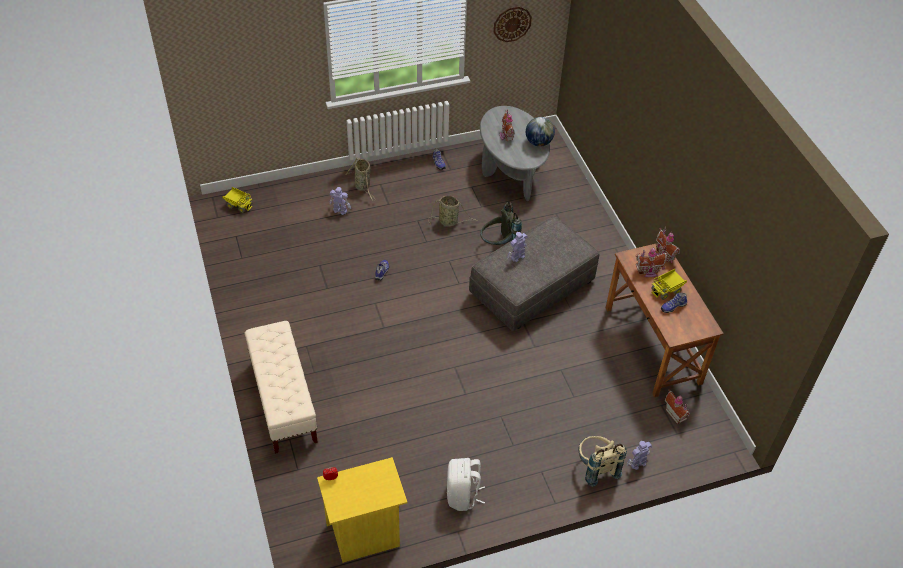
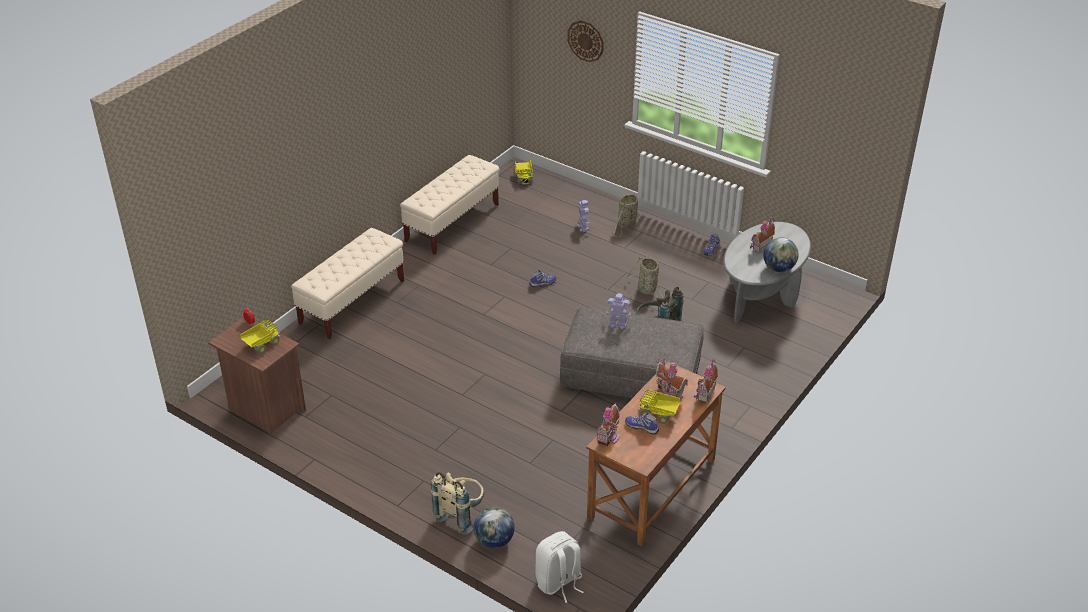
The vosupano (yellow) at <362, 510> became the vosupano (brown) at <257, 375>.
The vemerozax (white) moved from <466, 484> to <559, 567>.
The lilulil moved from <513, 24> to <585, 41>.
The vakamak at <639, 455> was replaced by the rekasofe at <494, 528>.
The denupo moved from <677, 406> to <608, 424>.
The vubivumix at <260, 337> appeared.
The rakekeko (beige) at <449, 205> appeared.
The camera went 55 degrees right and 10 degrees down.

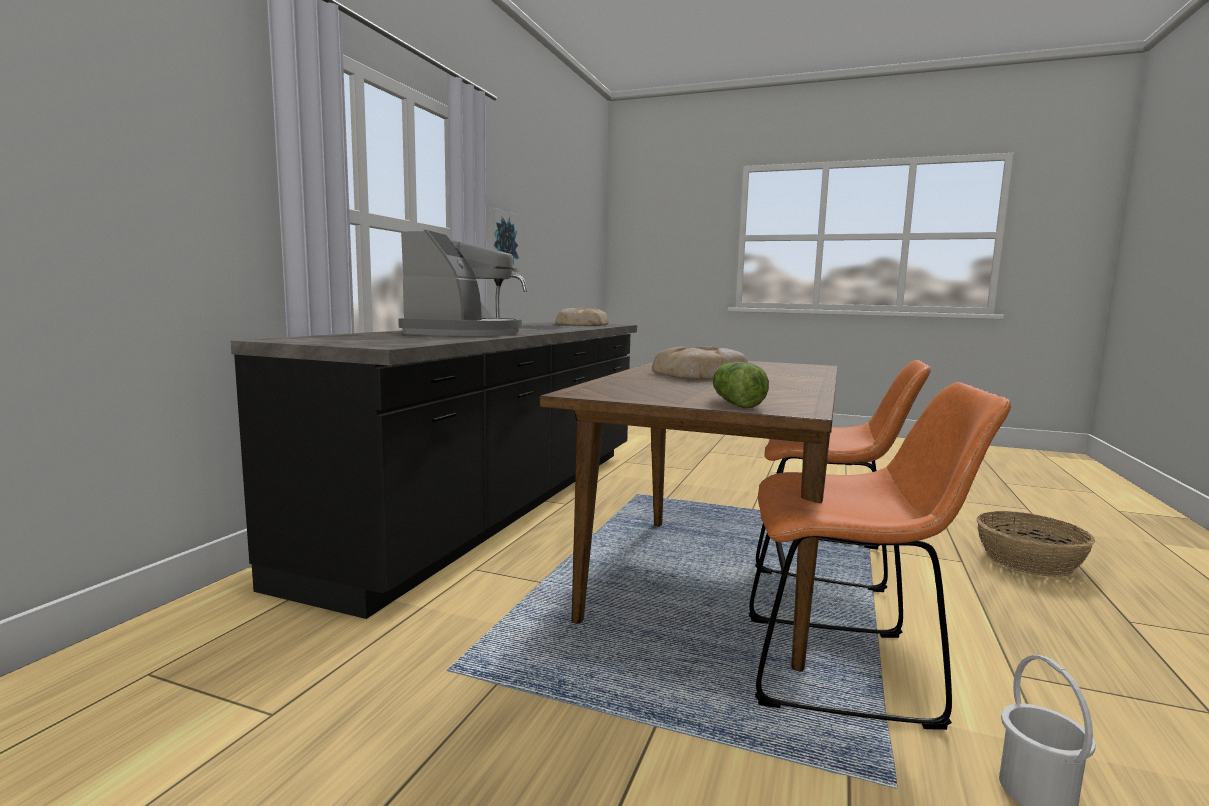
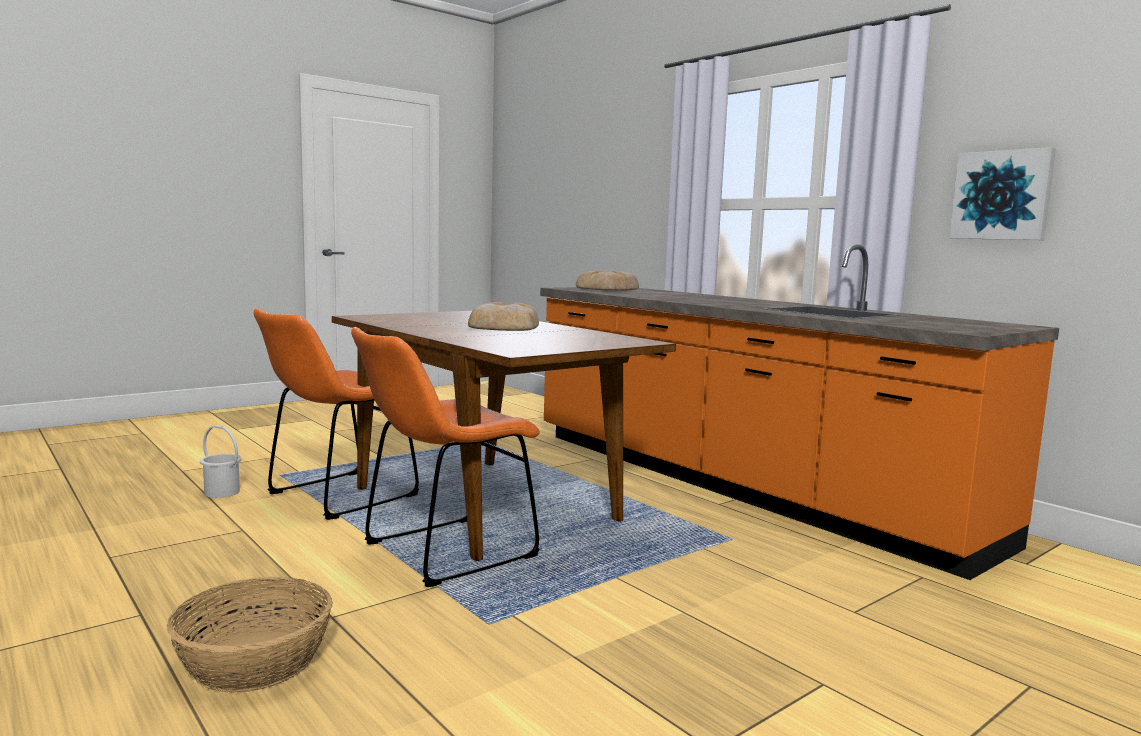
The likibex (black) at <434, 446> became the likibex (orange) at <799, 412>.
The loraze at <460, 283> disappeared.
The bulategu moved from <582, 317> to <607, 281>.
The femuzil at <741, 385> disappeared.
The camera went 120 degrees right and 0 degrees up.

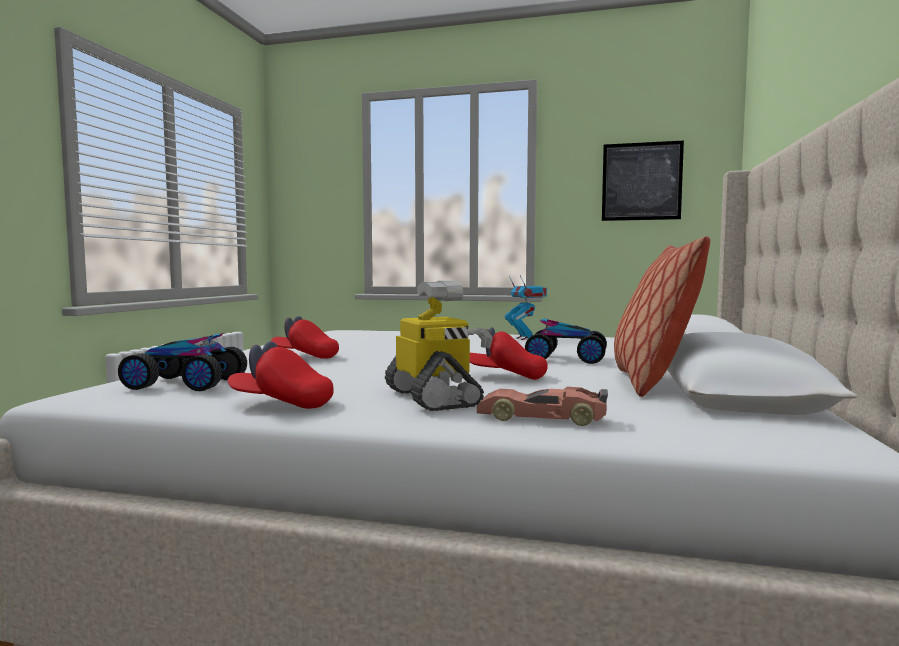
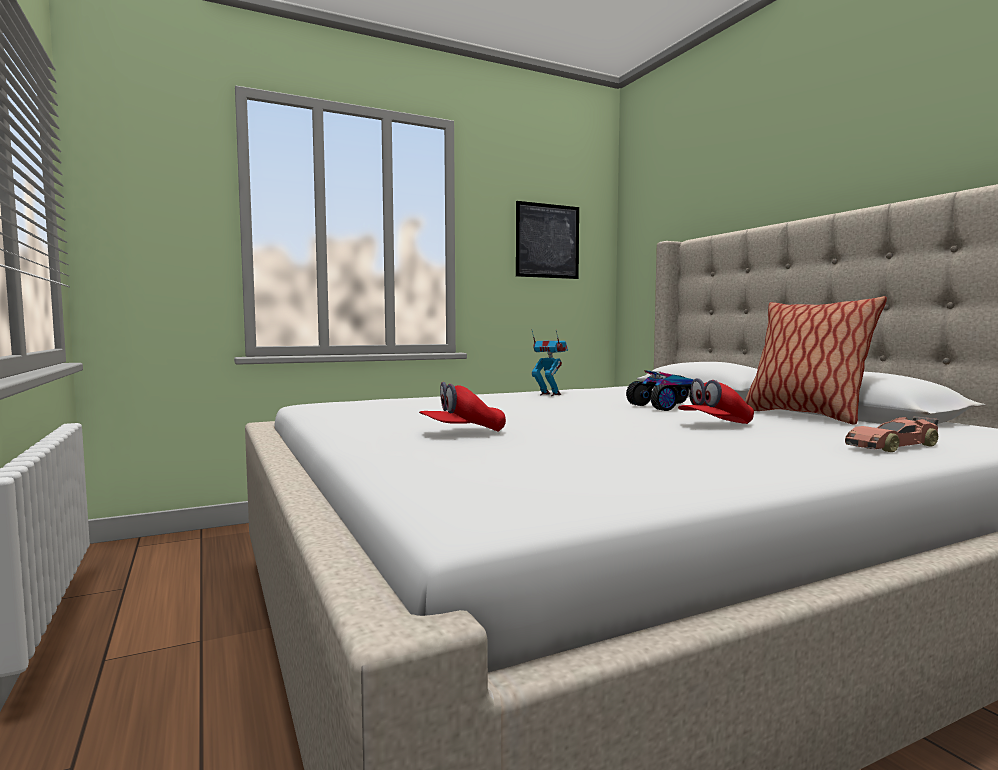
The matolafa at <182, 362> disappeared.
The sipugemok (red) at <281, 375> disappeared.
The vakamak at <439, 346> disappeared.
The camera went 40 degrees left and 0 degrees up.

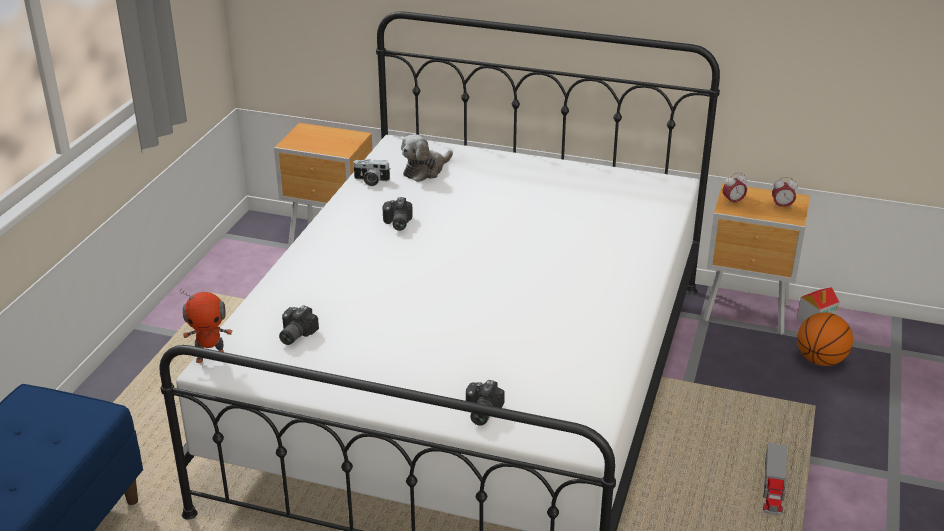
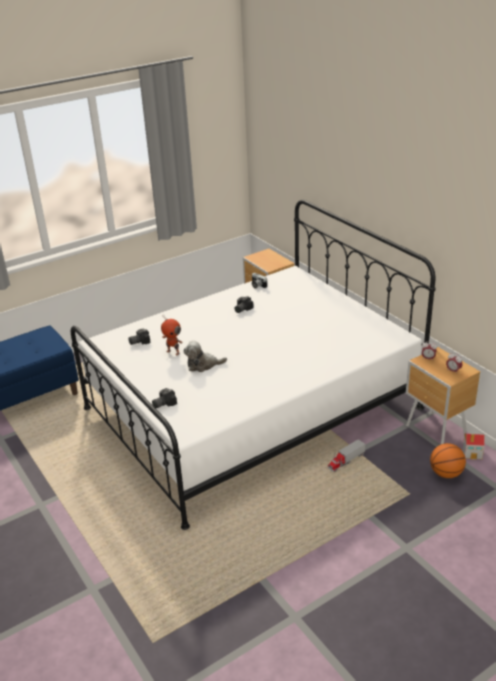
The vakamak moved from <206, 326> to <171, 335>.
The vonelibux moved from <427, 158> to <205, 356>.
The vubivumix moved from <775, 479> to <346, 455>.
The camera went 40 degrees right and 0 degrees up.

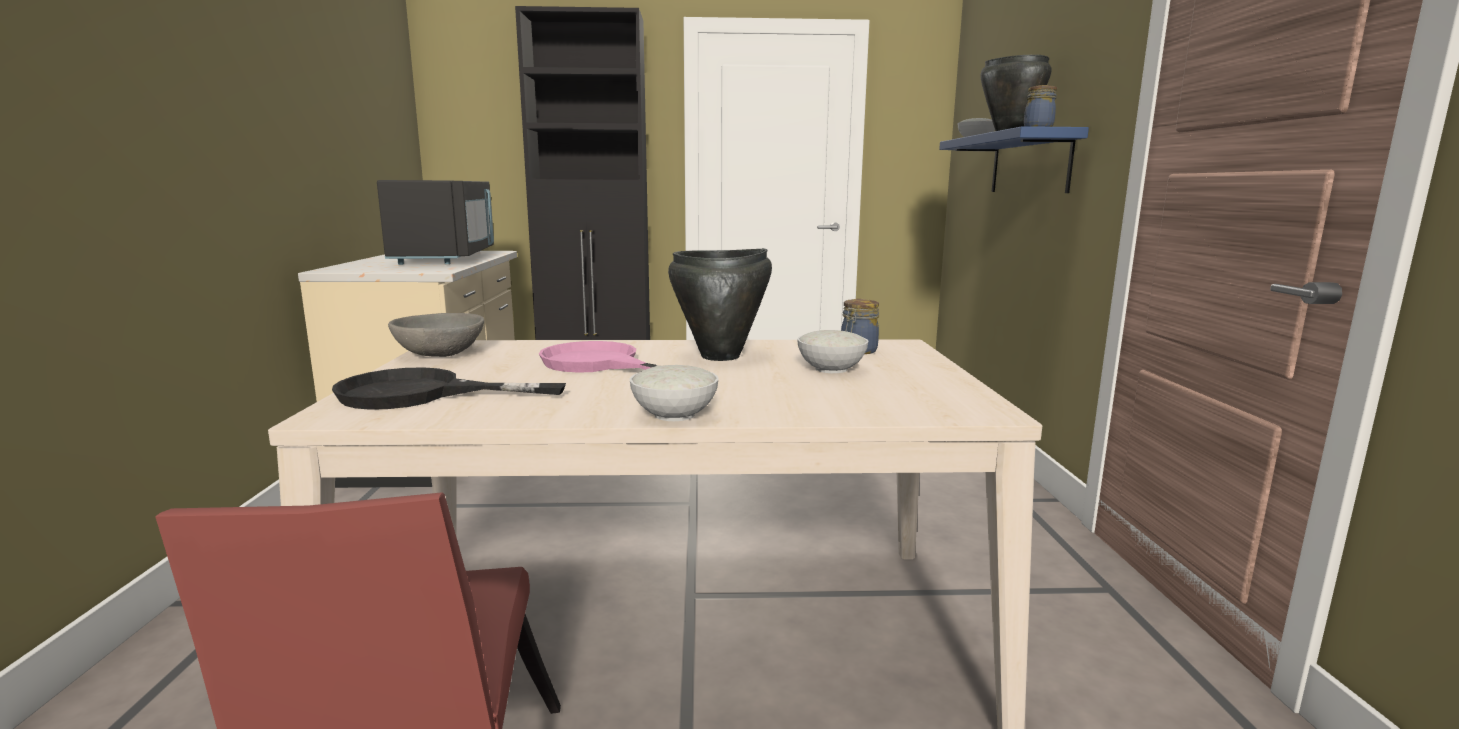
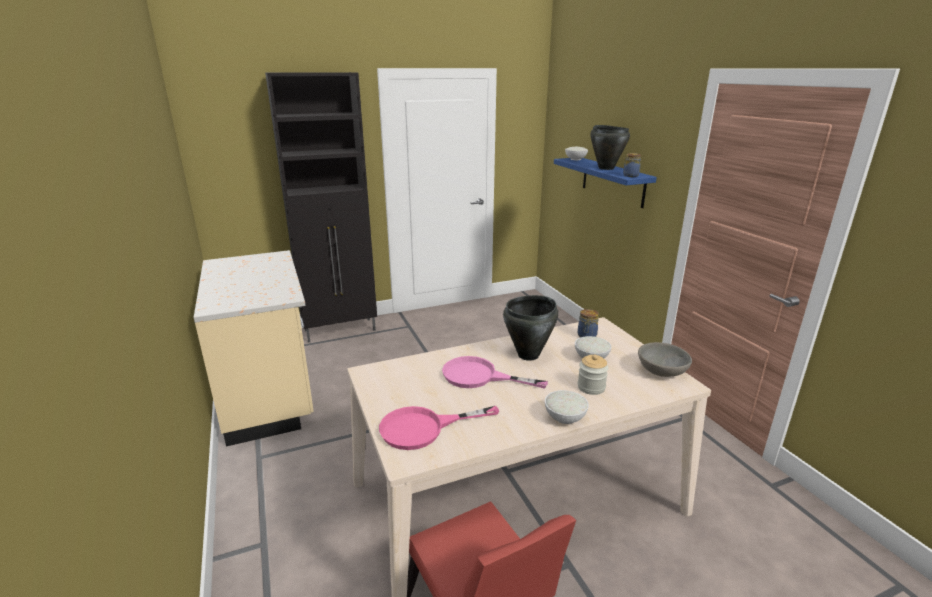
The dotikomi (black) at <449, 388> became the dotikomi (pink) at <439, 428>.
The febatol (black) at <435, 222> disappeared.
The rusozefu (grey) moved from <436, 335> to <665, 359>.
The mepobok at <593, 374> appeared.
The camera went 20 degrees left and 10 degrees up.

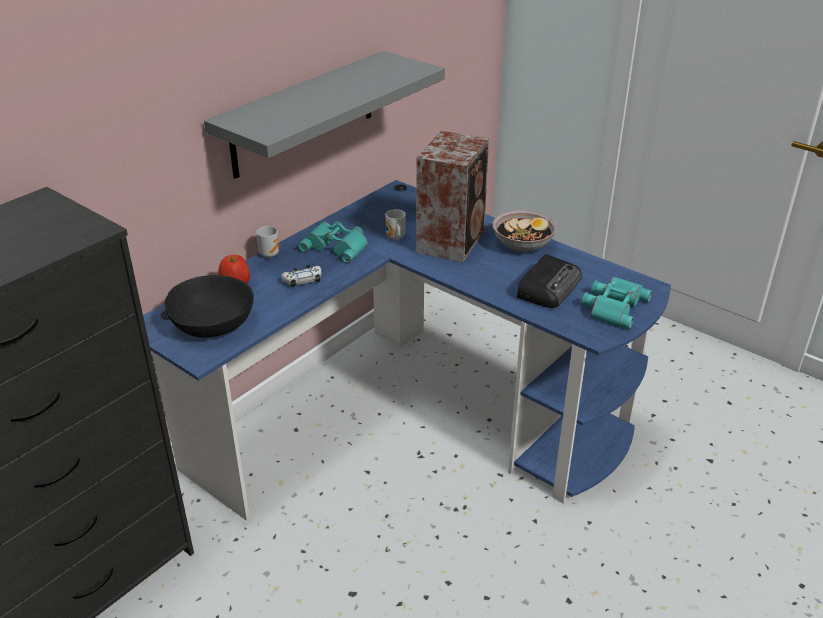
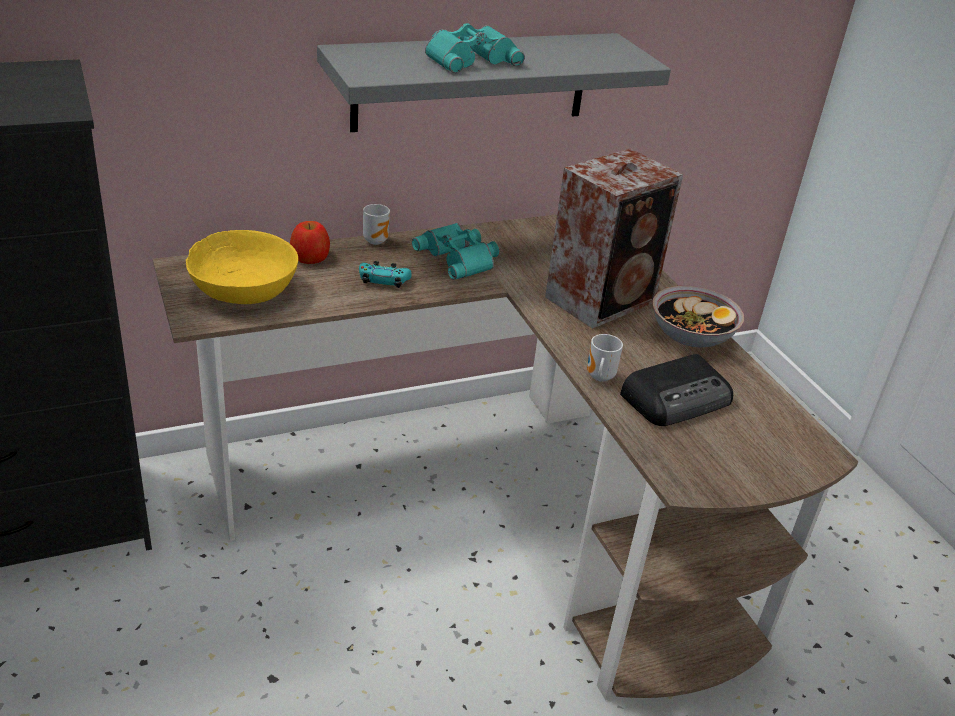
The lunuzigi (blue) at <407, 350> became the lunuzigi (brown) at <506, 457>.
The rusozefu (black) at <209, 306> became the rusozefu (yellow) at <242, 267>.
The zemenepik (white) at <301, 276> became the zemenepik (turquoise) at <385, 274>.
The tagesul moved from <395, 224> to <605, 358>.
The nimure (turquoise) moved from <616, 303> to <475, 48>.
The camera went 25 degrees right and 0 degrees up.

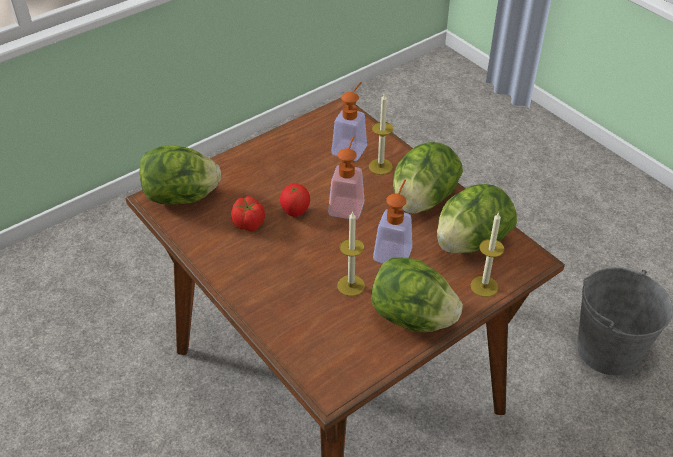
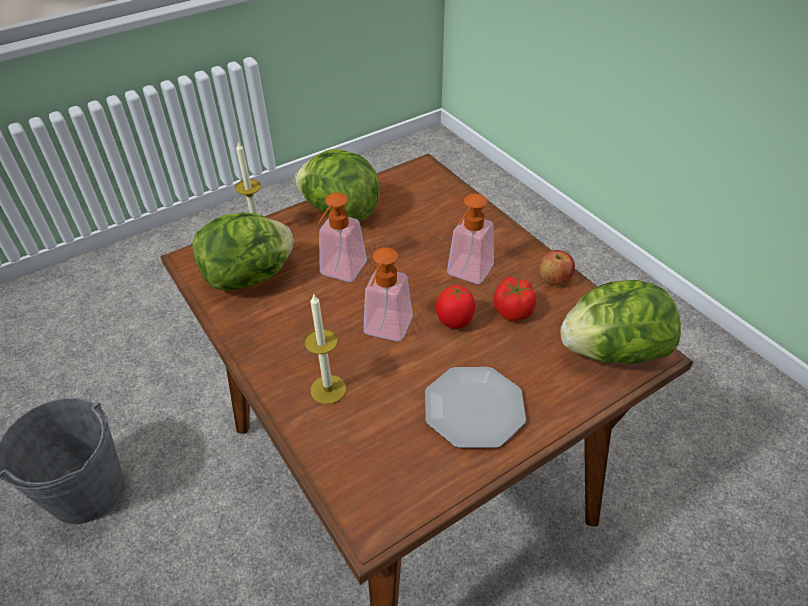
The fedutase moved from <349, 121> to <470, 239>.
The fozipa at <351, 253> disappeared.
The femuzil at <428, 178> disappeared.
The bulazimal at <475, 407> appeared.
The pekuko at <557, 267> appeared.
The camera went 175 degrees left and 0 degrees up.

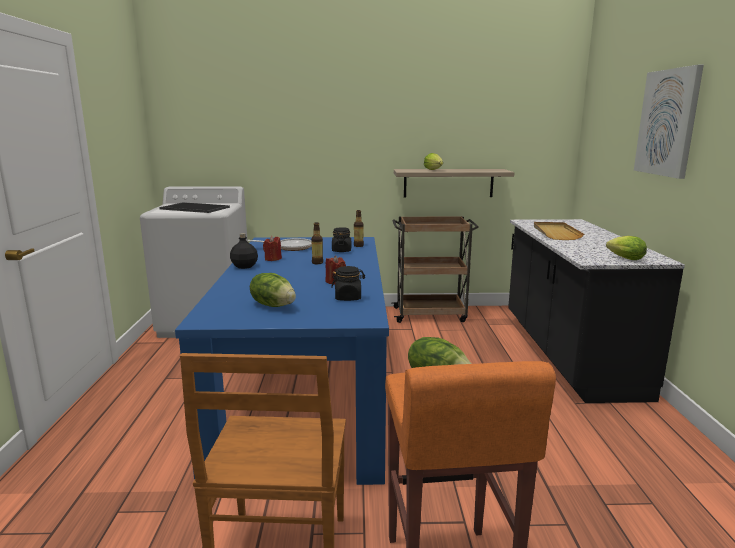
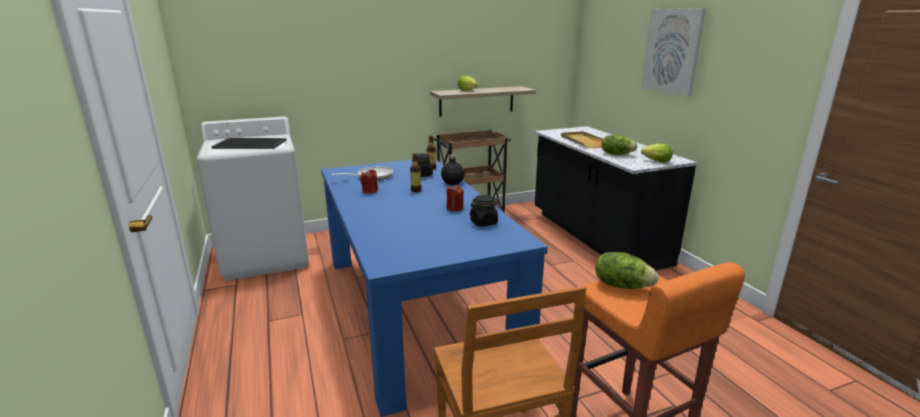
The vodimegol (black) moved from <244, 251> to <452, 169>.
The femuzil moved from <273, 290> to <619, 145>.
The camera went 20 degrees left and 5 degrees up.

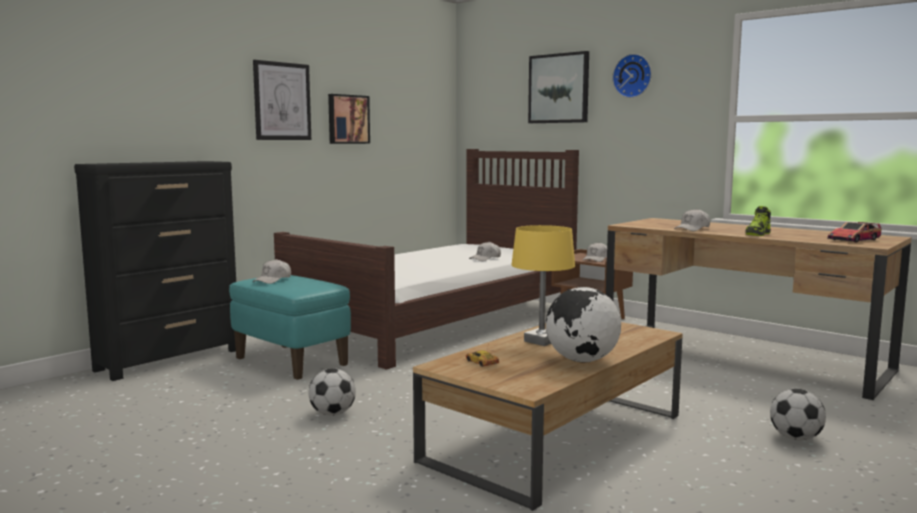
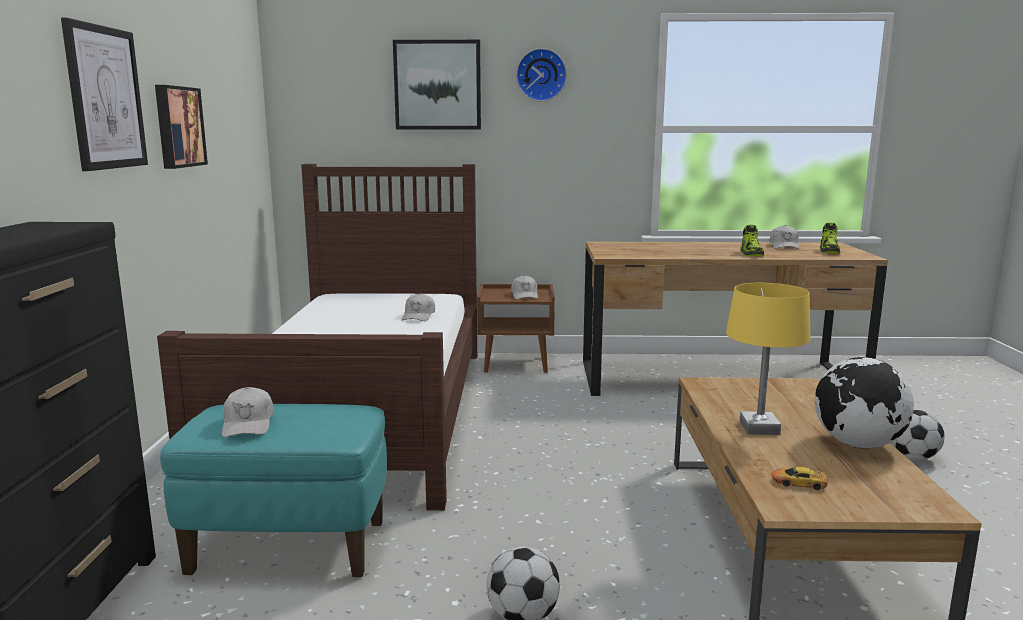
The sipugemok (white) moved from <692, 220> to <784, 237>.
The matolafa at <854, 232> was replaced by the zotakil at <830, 238>.
The camera went 40 degrees left and 5 degrees up.

